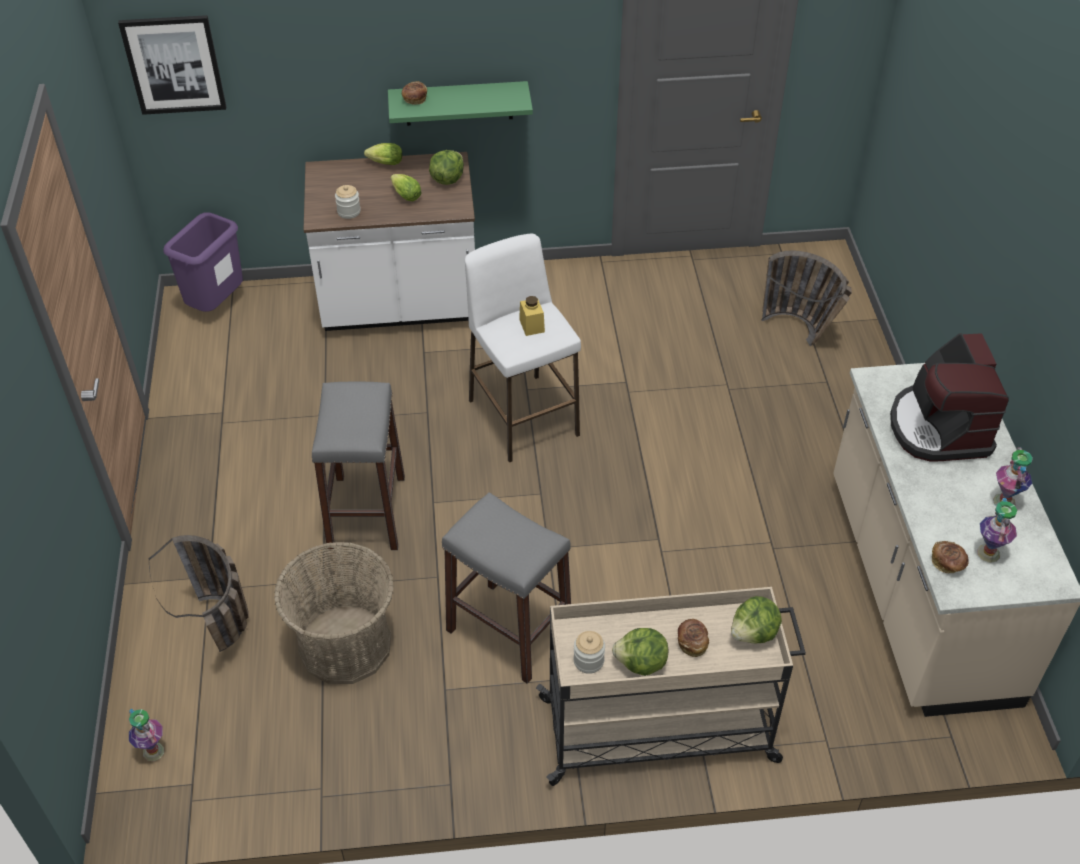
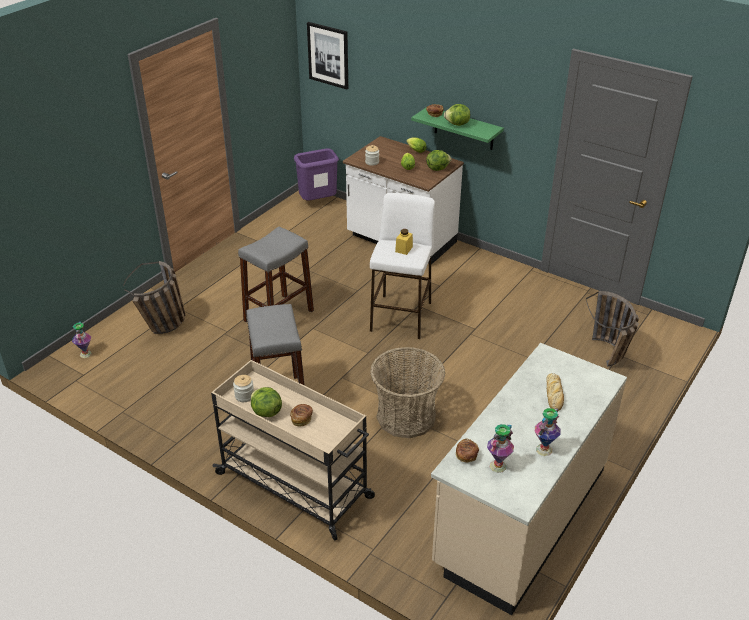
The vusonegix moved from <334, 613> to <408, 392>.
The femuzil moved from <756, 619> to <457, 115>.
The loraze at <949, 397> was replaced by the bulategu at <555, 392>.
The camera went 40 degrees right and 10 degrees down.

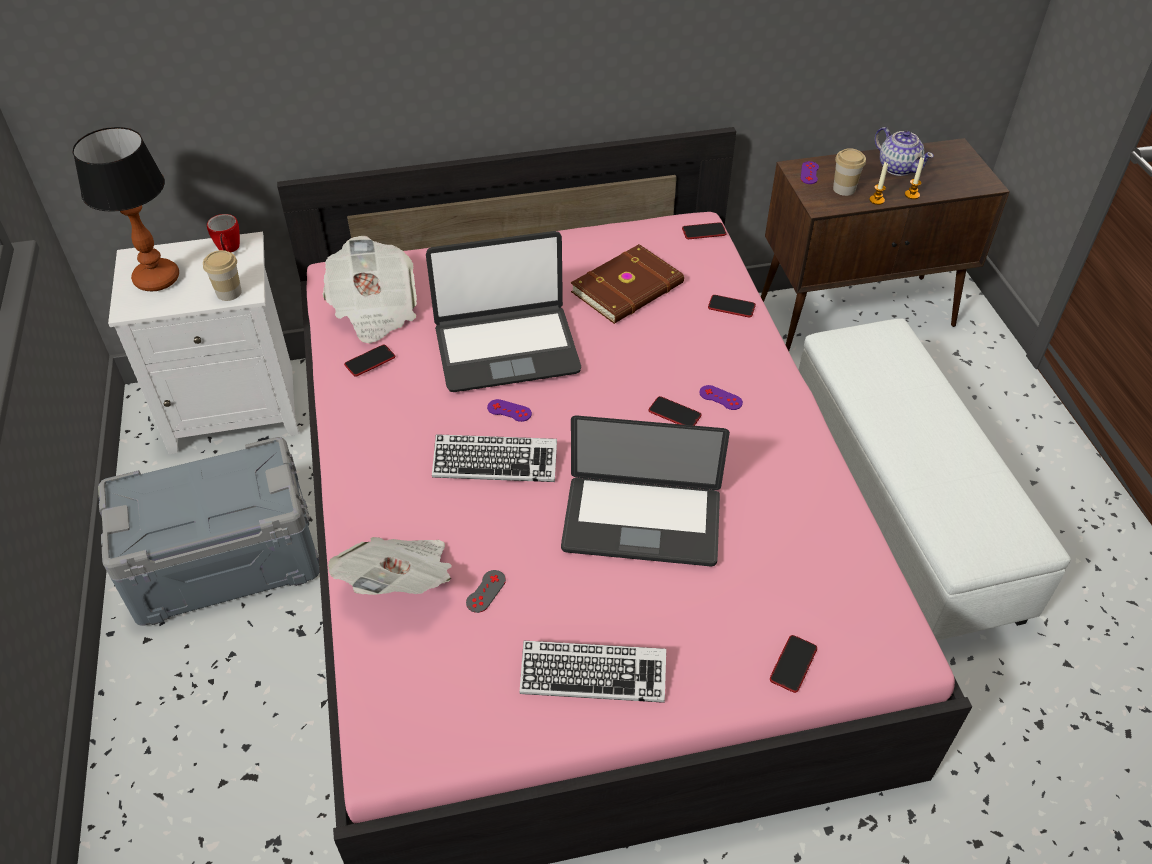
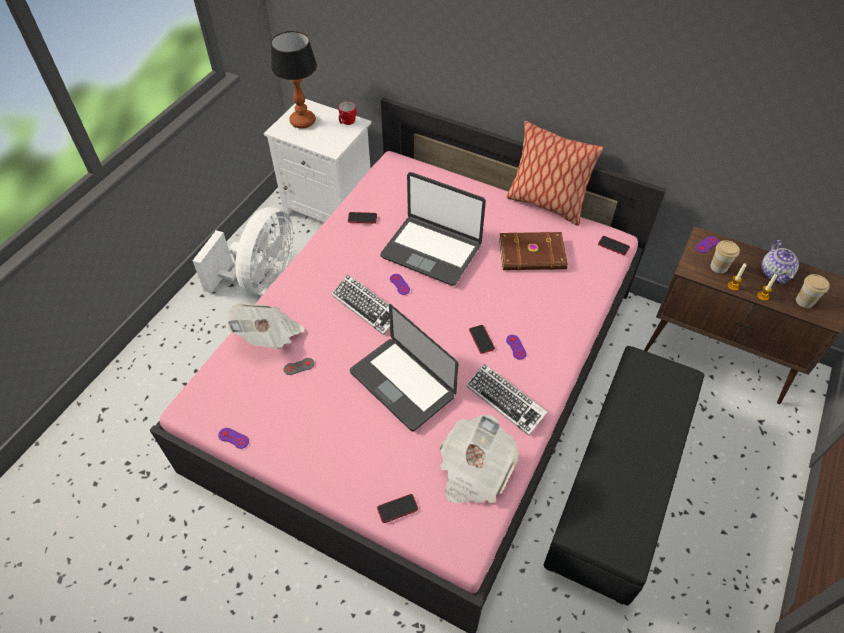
The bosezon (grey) at <209, 531> was replaced by the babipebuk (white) at <243, 251>.
The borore moved from <222, 275> to <813, 291>.
The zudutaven moved from <369, 290> to <479, 458>.
The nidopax moved from <593, 671> to <507, 400>.
The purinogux at <732, 306> disappeared.
The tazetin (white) at <935, 479> became the tazetin (black) at <624, 476>.
The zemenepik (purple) at <233, 438> appeared.
The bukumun at <555, 173> appeared.
The camera went 40 degrees right and 5 degrees up.

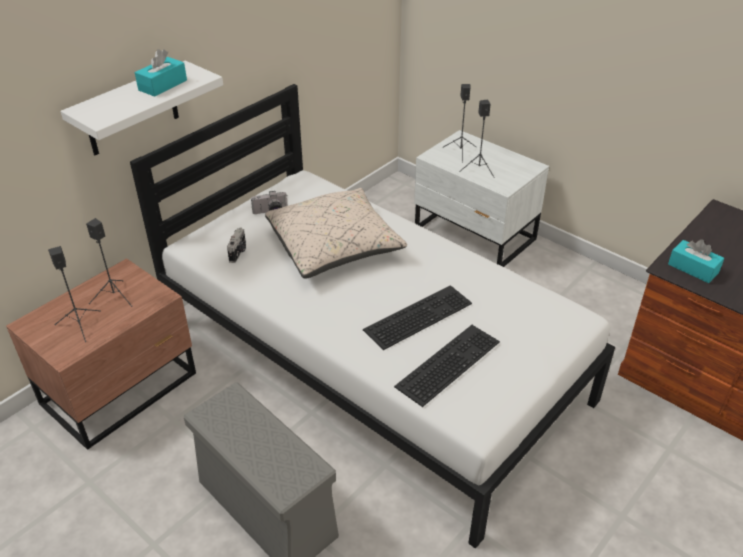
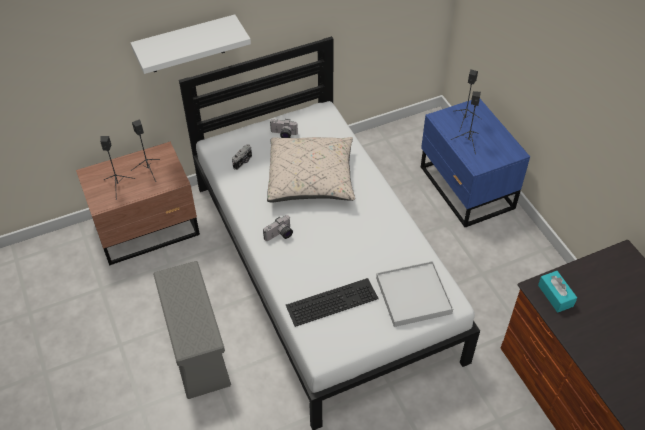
The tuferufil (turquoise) at <161, 73> disappeared.
The nidopax at <417, 317> disappeared.
The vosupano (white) at <481, 198> became the vosupano (blue) at <475, 163>.
The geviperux at <278, 228> appeared.
The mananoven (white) at <414, 294> appeared.
The camera went 25 degrees right and 10 degrees up.

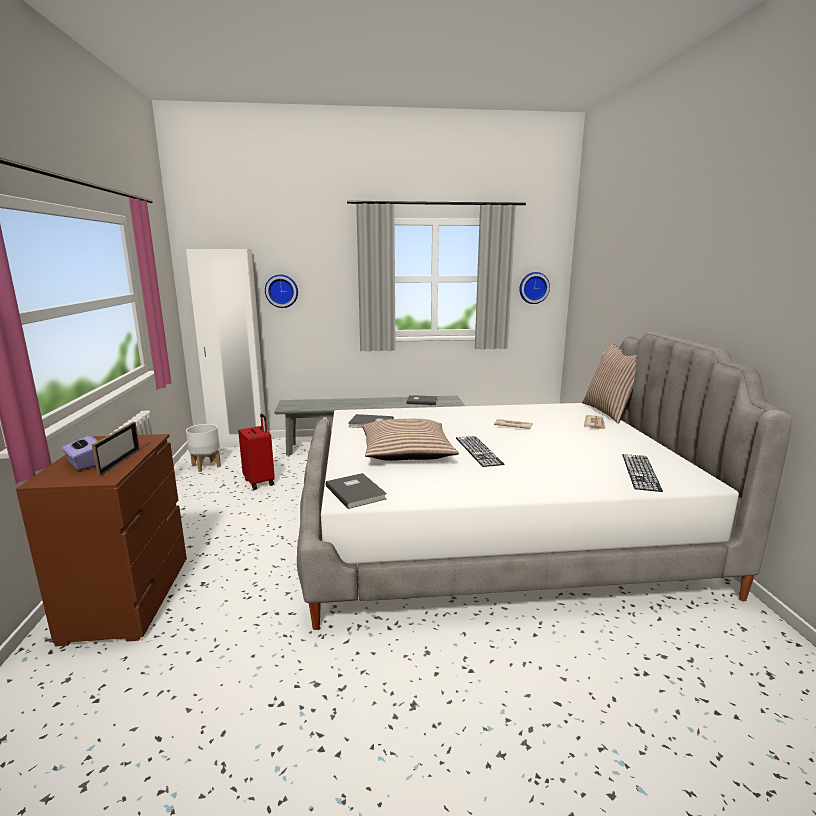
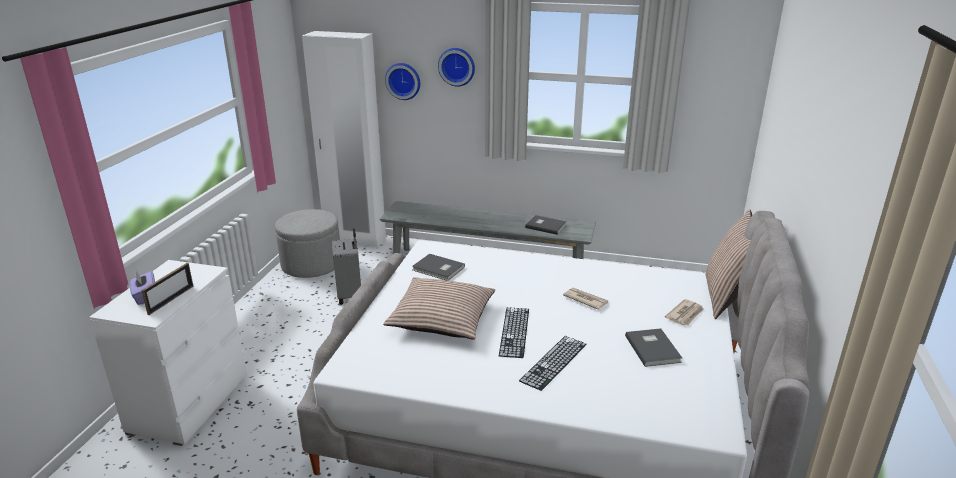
The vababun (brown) at <101, 540> became the vababun (white) at <168, 353>.
The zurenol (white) at <203, 448> was replaced by the tazetin (grey) at <307, 243>.
The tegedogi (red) at <256, 452> became the tegedogi (grey) at <346, 266>.
The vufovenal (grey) moved from <356, 491> to <653, 347>.
The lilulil moved from <534, 288> to <456, 67>.
The nidopax moved from <642, 473> to <553, 363>.
The camera went 20 degrees right and 10 degrees up.

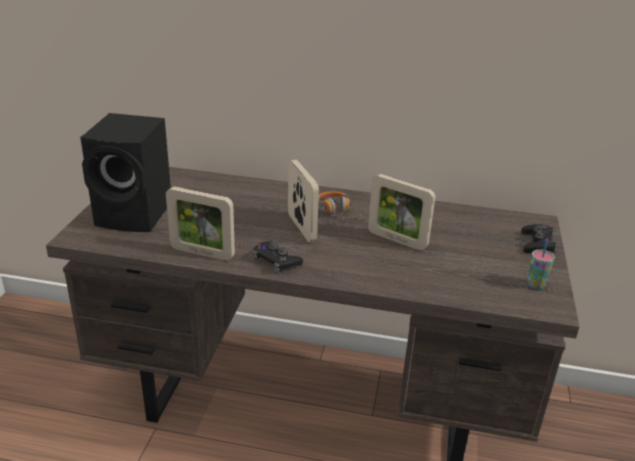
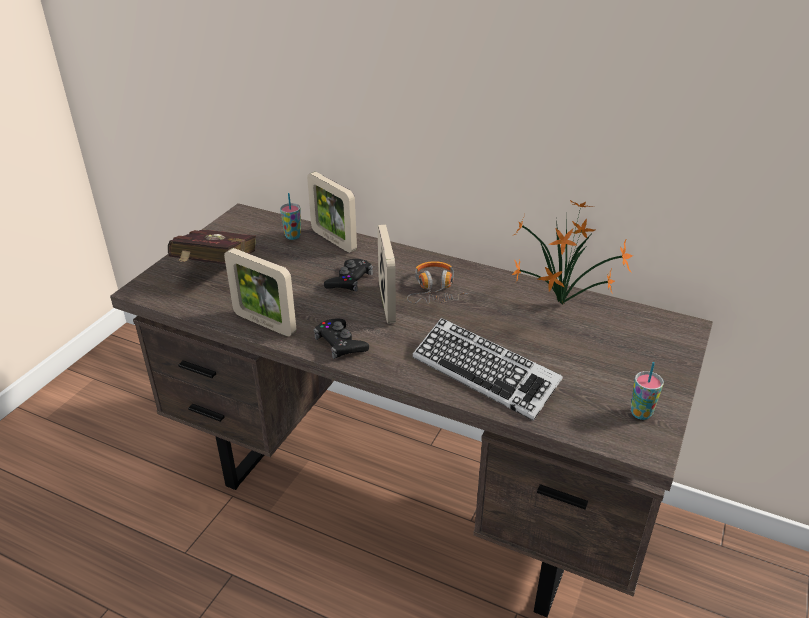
The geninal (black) at <125, 172> was replaced by the vufovenal (red) at <212, 246>.
The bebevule moved from <401, 212> to <332, 212>.
The zemenepik (black) moved from <539, 238> to <348, 275>.
The borore at <290, 216> appeared.
The nidopax at <488, 369> appeared.
The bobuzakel at <572, 252> appeared.
The camera went 15 degrees right and 5 degrees up.

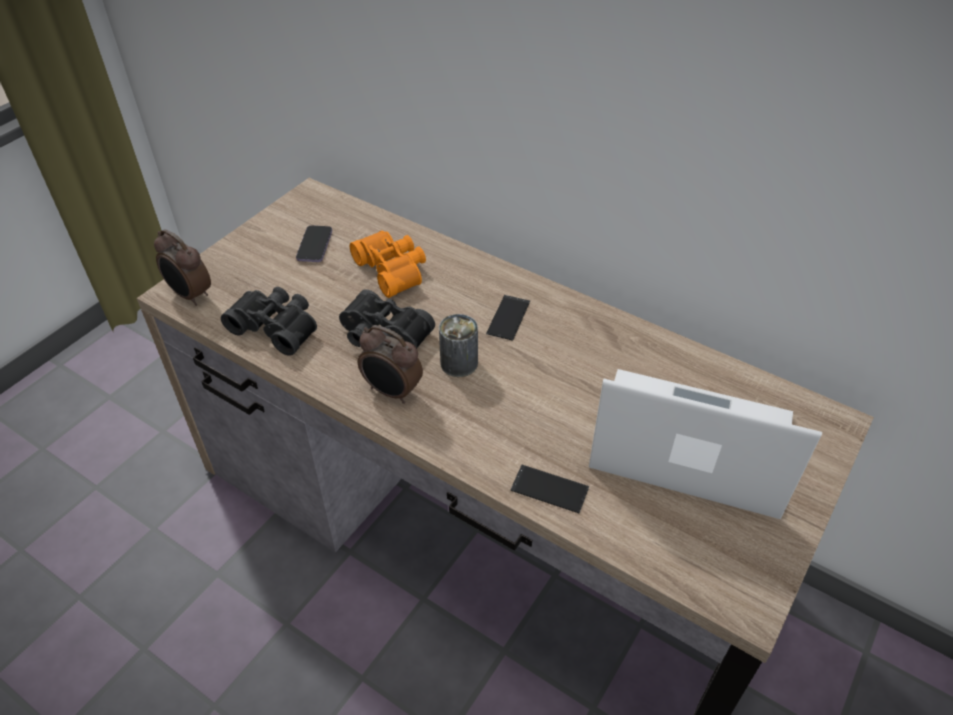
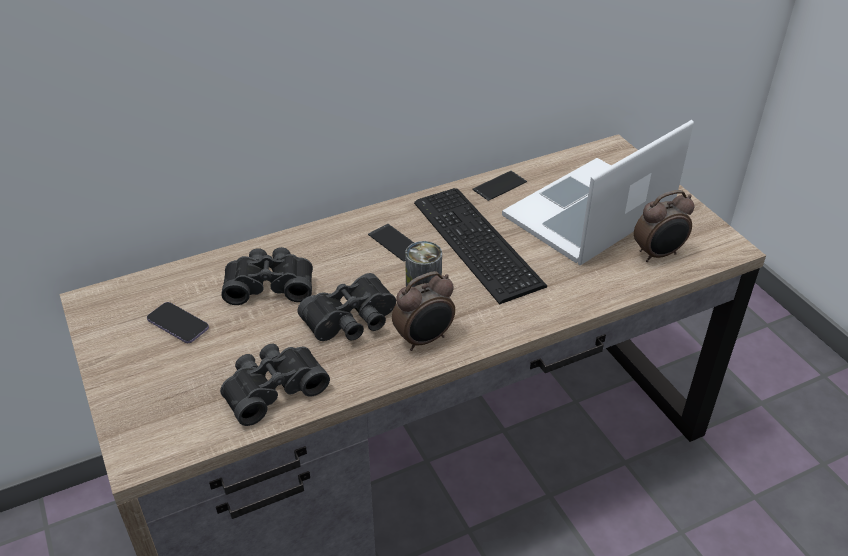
The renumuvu moved from <182, 267> to <664, 226>.
The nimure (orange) at <388, 264> became the nimure (black) at <267, 276>.
The purinogux moved from <549, 489> to <499, 186>.
The nidopax at <480, 246> appeared.
The camera went 60 degrees left and 5 degrees down.

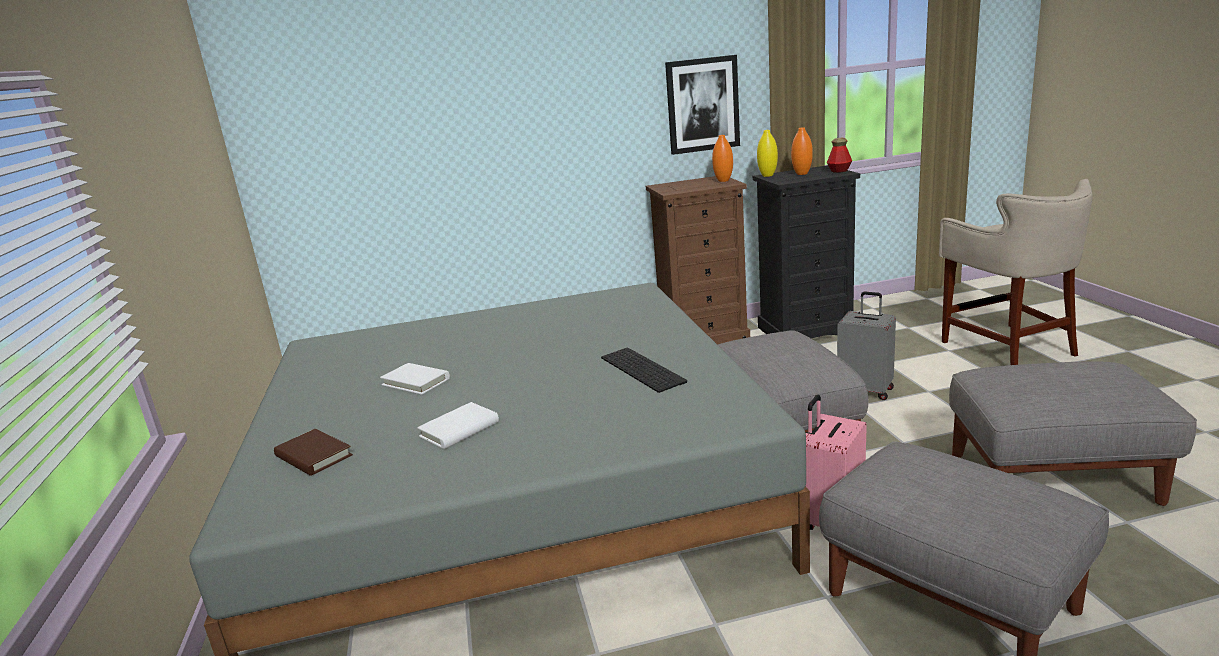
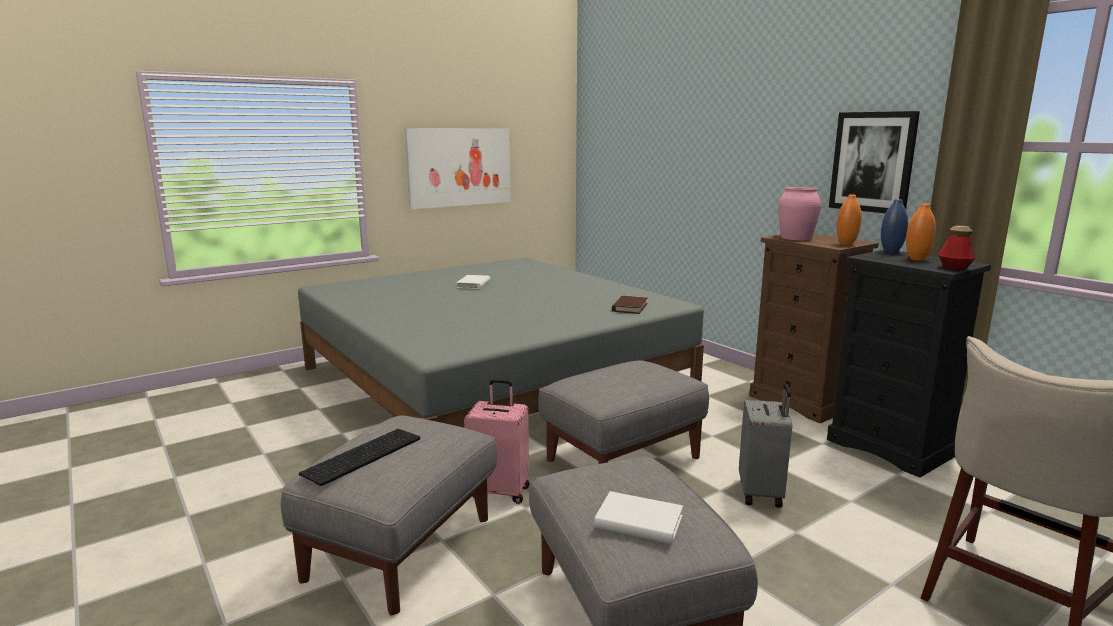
The vufovenal (brown) moved from <313, 452> to <630, 305>.
The vufovenal (white) moved from <458, 425> to <638, 517>.
The nidopax moved from <644, 370> to <359, 457>.
The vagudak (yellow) at <767, 153> became the vagudak (blue) at <894, 226>.
The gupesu at <458, 169> appeared.
The vagudak (pink) at <799, 213> appeared.
The camera went 65 degrees right and 5 degrees down.

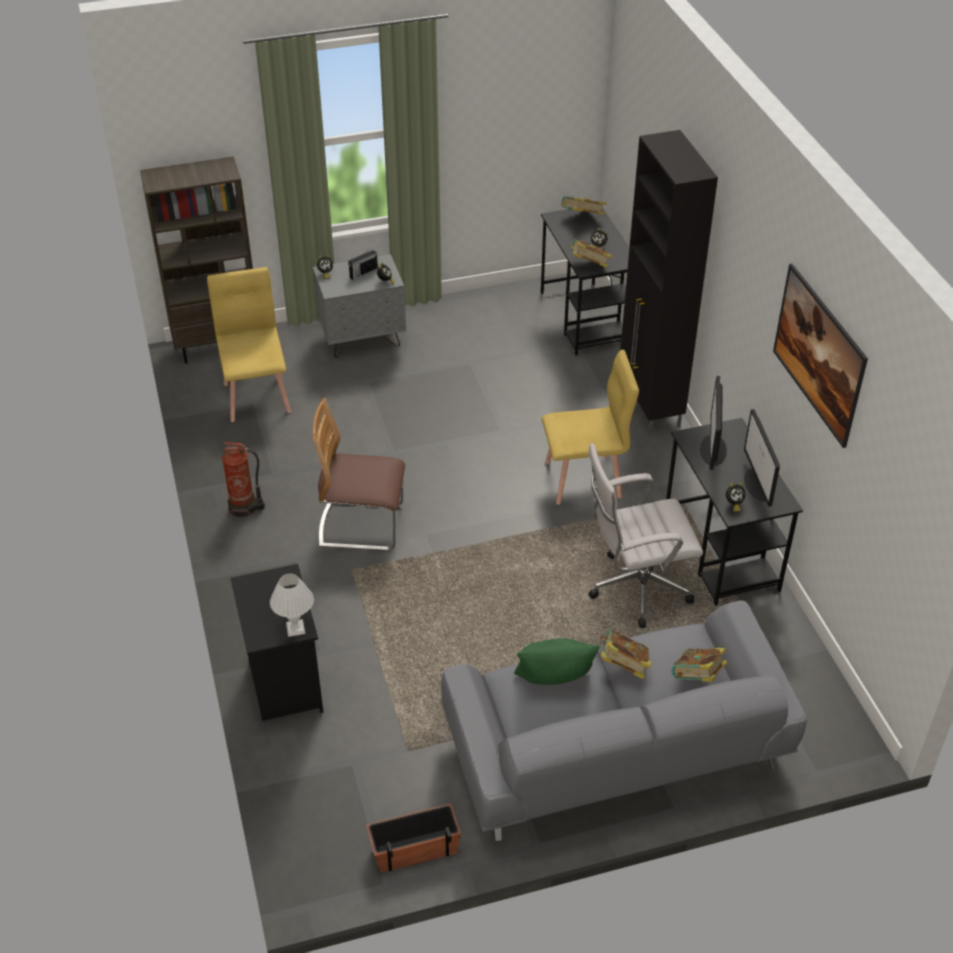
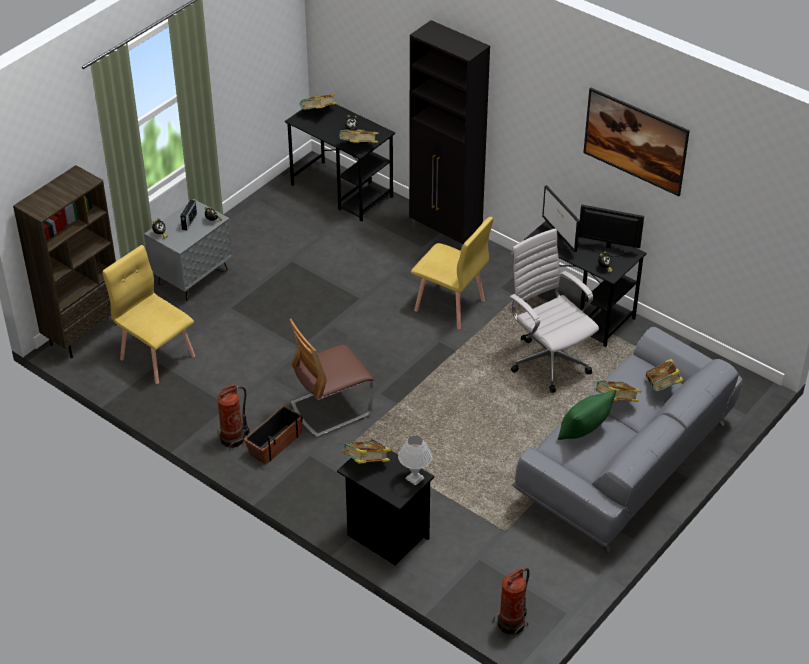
The zurenol moved from <413, 838> to <273, 435>.
The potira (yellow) at <590, 427> turned 75 degrees clockwise.
The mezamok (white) at <645, 535> turned 105 degrees clockwise.
The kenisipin at <762, 458> turned 150 degrees clockwise.
The vufovenal at <366, 452> appeared.
The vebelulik at <511, 602> appeared.
The camera went 35 degrees left and 0 degrees up.

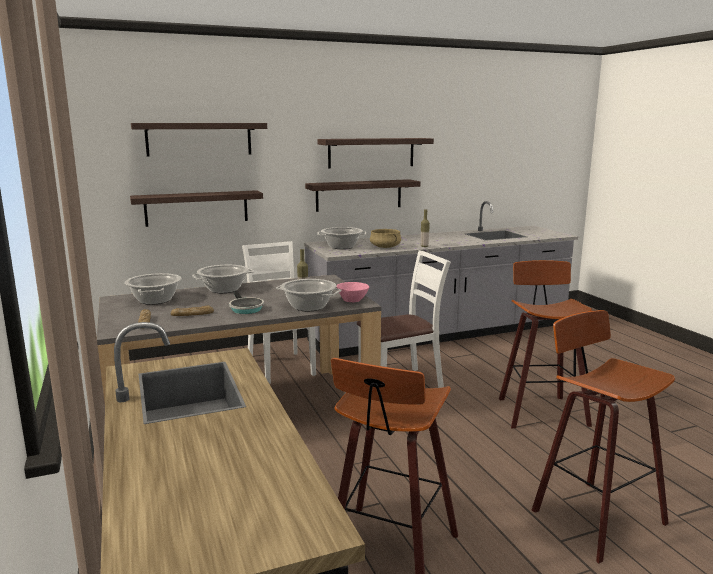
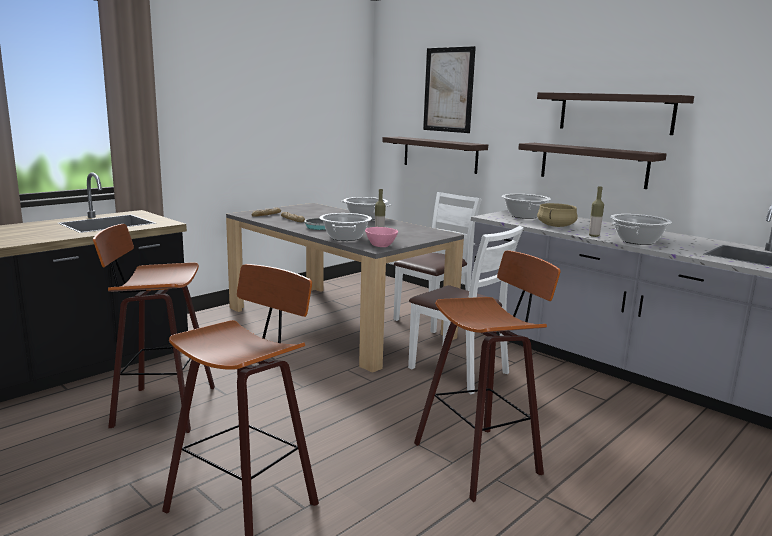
The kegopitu moved from <153, 289> to <641, 229>.
The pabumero at <199, 139> was replaced by the gupesu at <449, 89>.
The camera went 65 degrees right and 0 degrees up.

